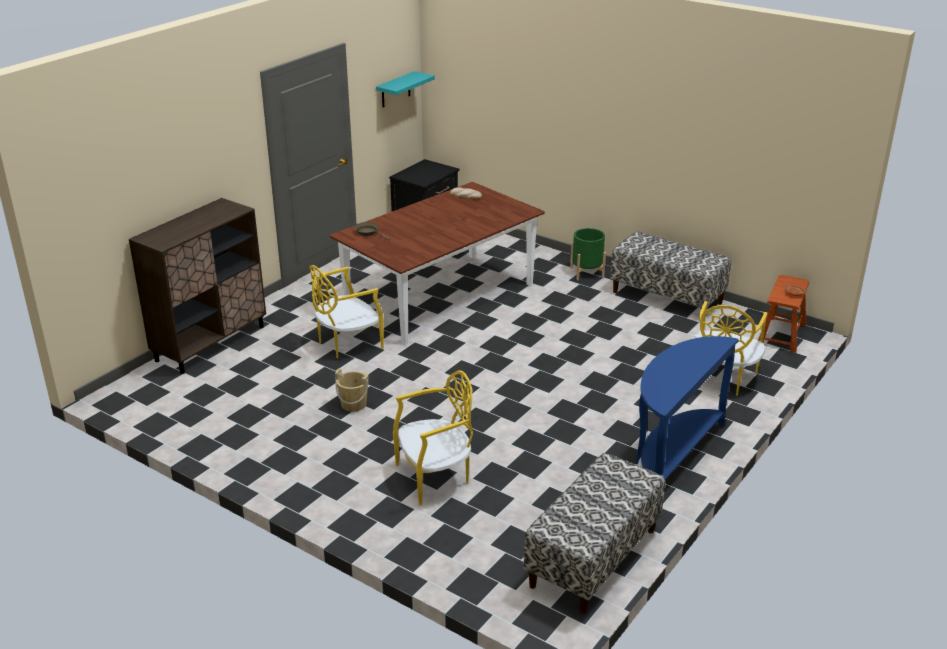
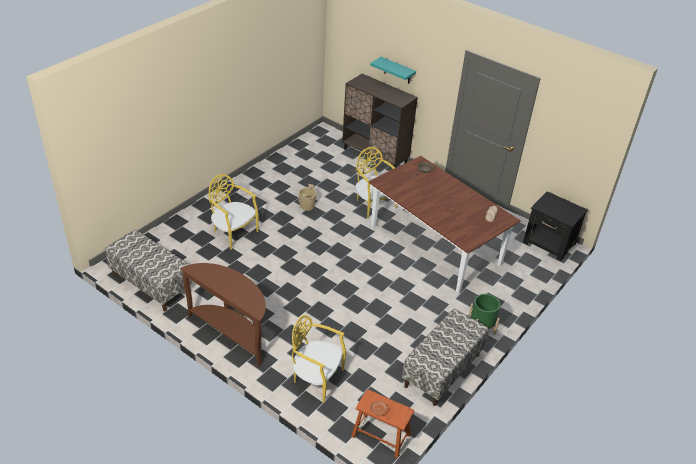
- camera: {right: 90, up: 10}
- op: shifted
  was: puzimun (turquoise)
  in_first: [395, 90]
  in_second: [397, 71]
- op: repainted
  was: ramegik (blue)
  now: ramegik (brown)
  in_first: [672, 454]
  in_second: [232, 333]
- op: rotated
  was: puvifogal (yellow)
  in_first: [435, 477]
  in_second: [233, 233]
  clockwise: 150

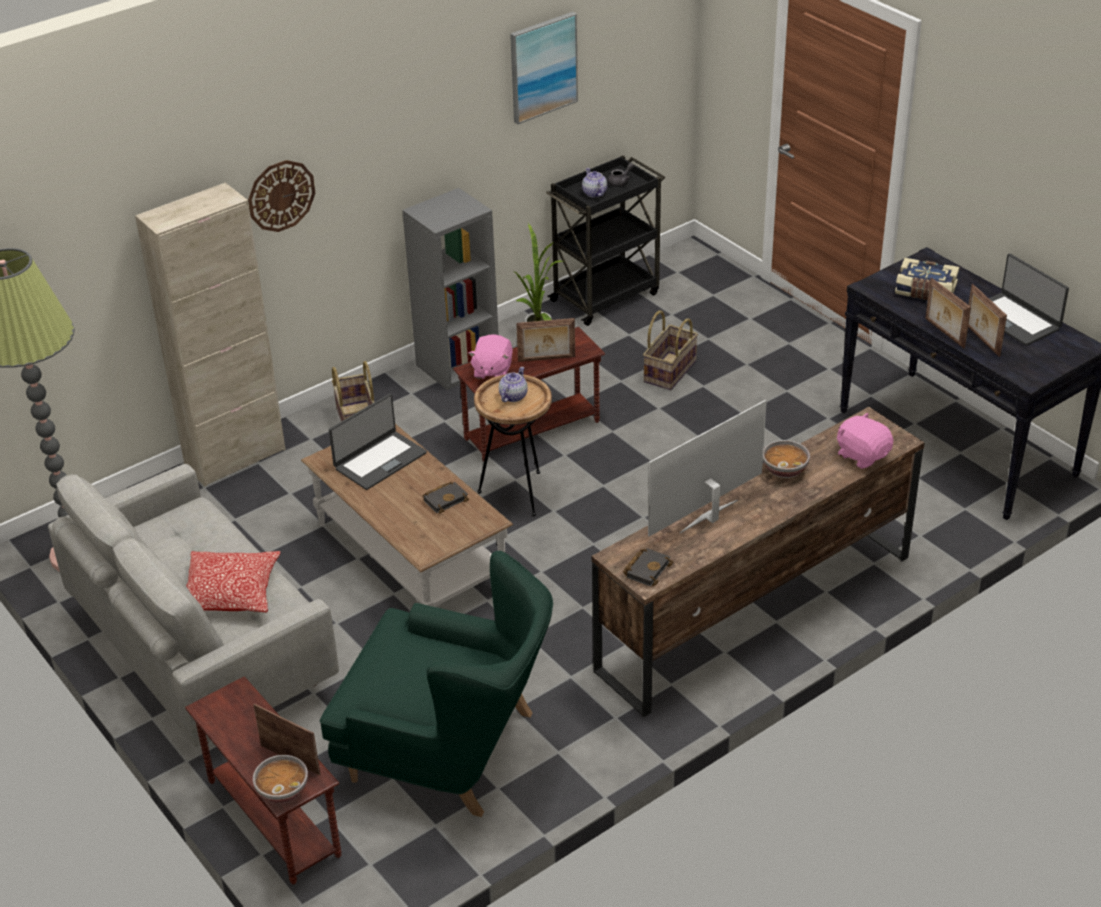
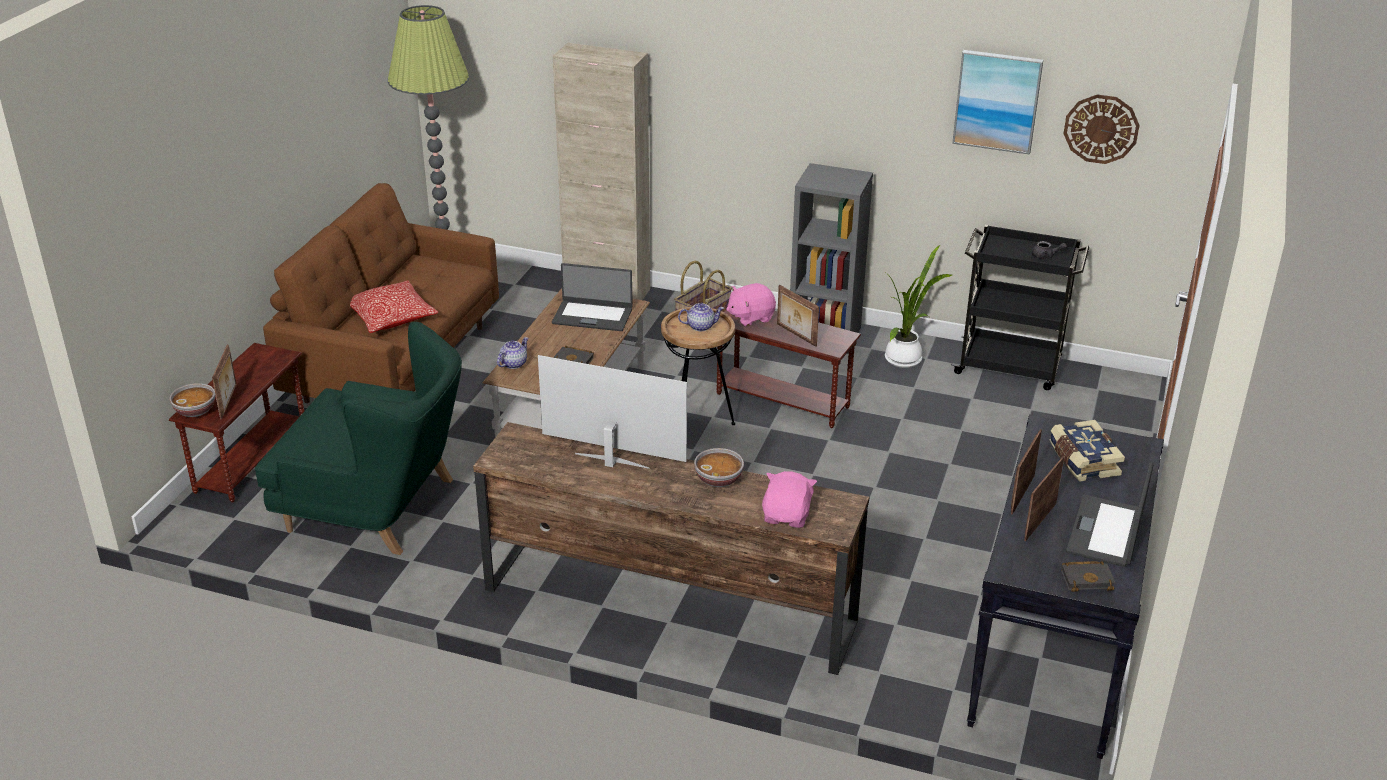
- camera: {right: 55, up: -5}
- op: gone
  was: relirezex
  in_first: [669, 371]
- op: shifted
  was: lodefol
  in_first: [281, 195]
  in_second: [1101, 128]
- op: shifted
  was: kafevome
  in_first: [594, 193]
  in_second: [513, 363]
- op: shifted
  was: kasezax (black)
  in_first: [647, 569]
  in_second: [1087, 579]
- op: repainted
  was: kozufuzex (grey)
  now: kozufuzex (brown)
  in_first: [202, 649]
  in_second: [395, 362]
- op: rotated
  was: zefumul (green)
  in_first: [448, 748]
  in_second: [376, 506]
  clockwise: -60

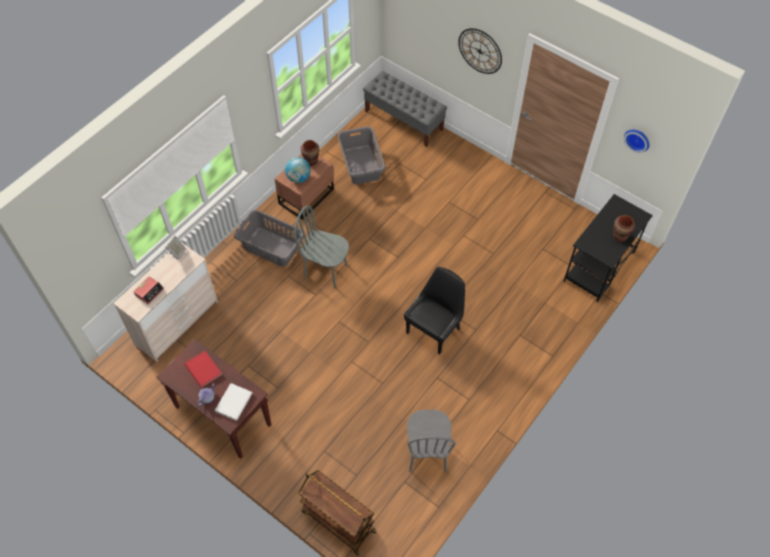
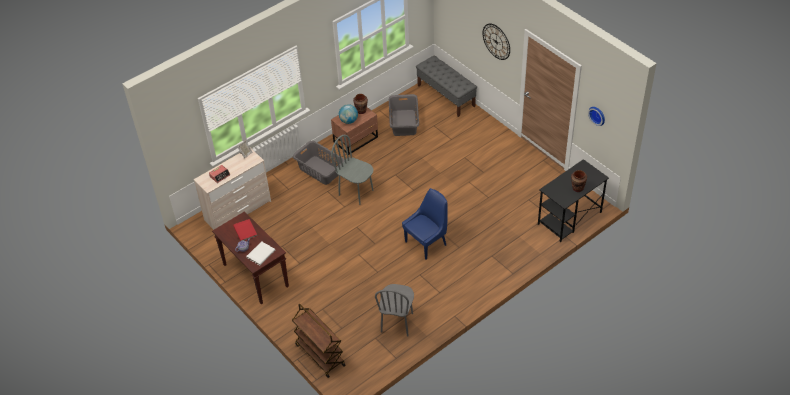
- camera: {right: 15, up: -10}
- op: repainted
  was: puvifogal (black)
  now: puvifogal (blue)
  in_first: [434, 329]
  in_second: [427, 242]

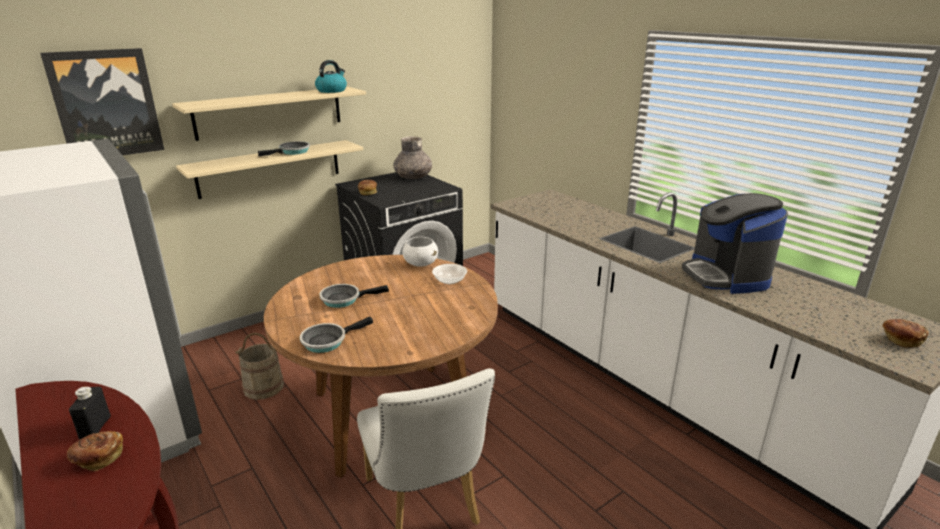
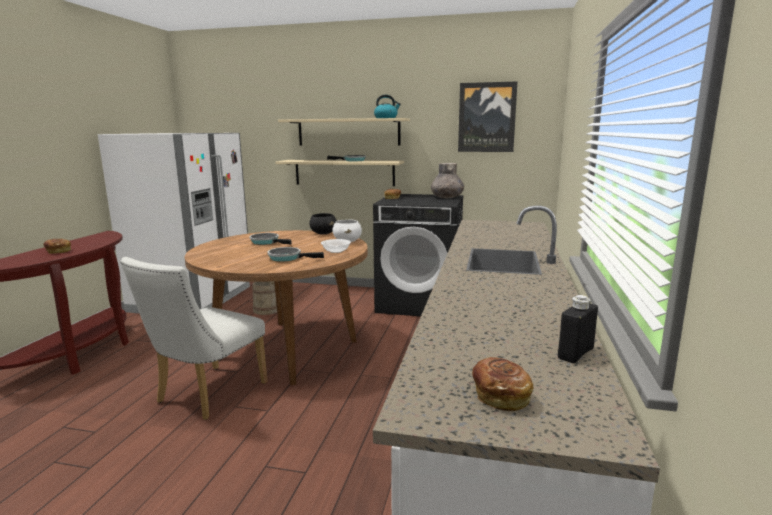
- camera: {right: 50, up: -10}
- op: gone
  was: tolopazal
  in_first: [725, 276]
- op: new
  now: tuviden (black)
  in_second: [323, 233]
- op: shifted
  was: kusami
  in_first: [106, 104]
  in_second: [486, 117]
- op: shifted
  was: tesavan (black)
  in_first: [95, 428]
  in_second: [575, 353]
- op: shifted
  was: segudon
  in_first: [327, 341]
  in_second: [287, 258]

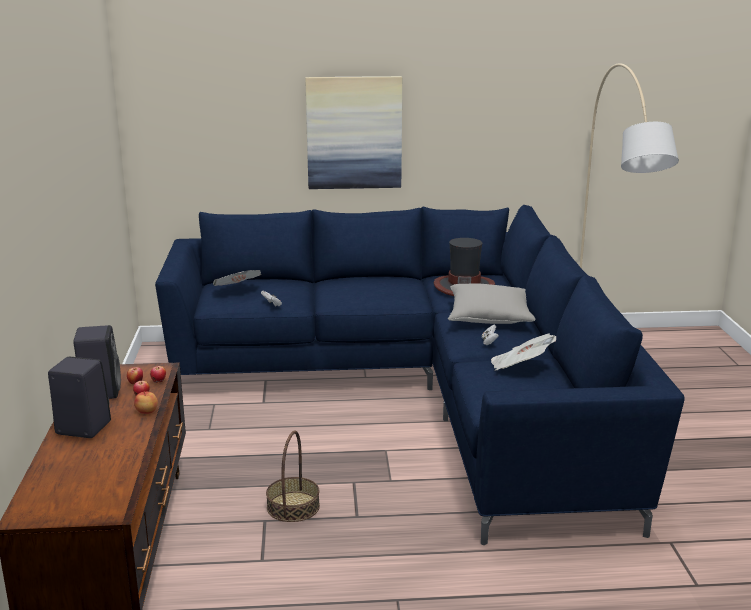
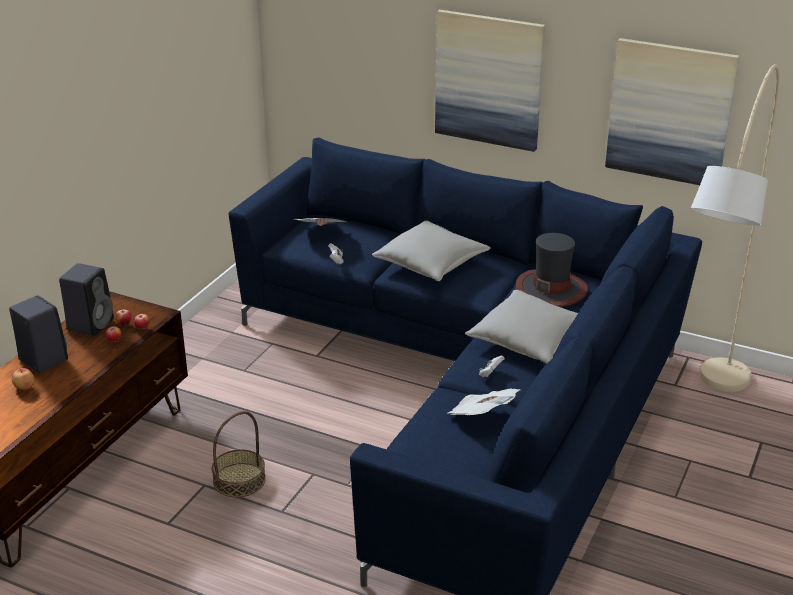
- camera: {right: 30, up: 10}
- op: new
  now: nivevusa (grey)
  in_second: [431, 264]
- op: new
  now: kusami
  in_second: [670, 112]
- op: shifted
  was: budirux
  in_first: [147, 411]
  in_second: [24, 387]

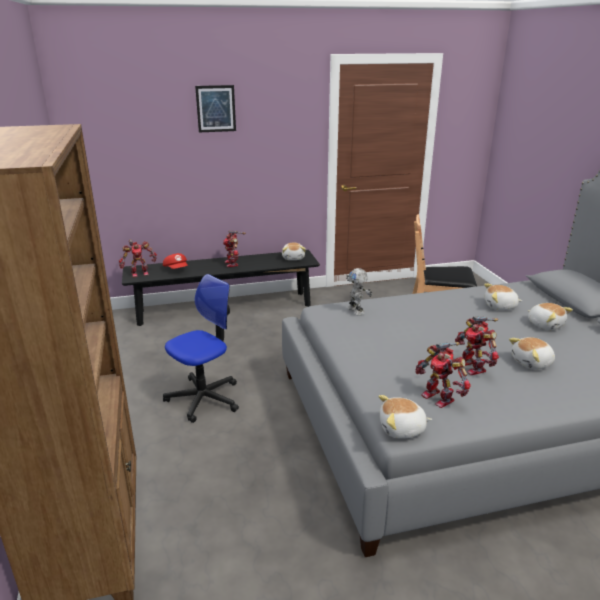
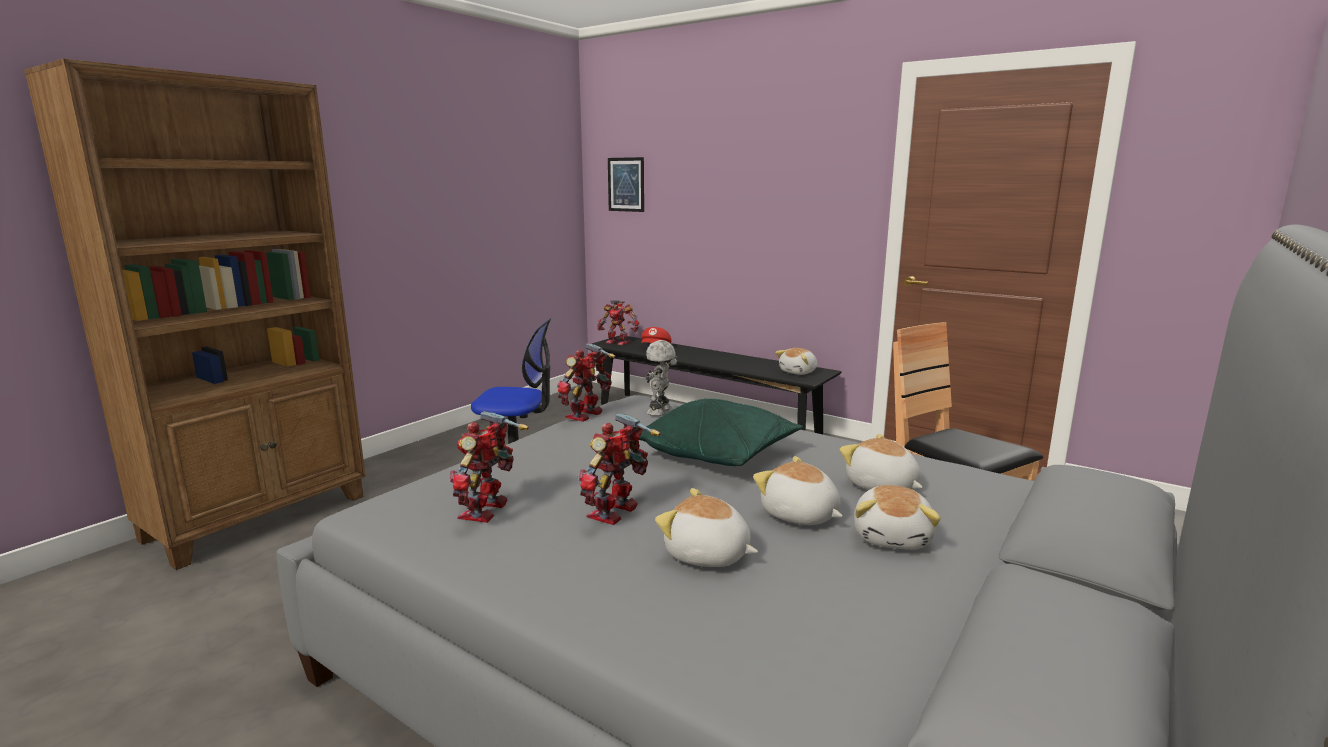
- camera: {right: 50, up: -10}
- op: new
  now: nivevusa (green)
  in_second: [719, 454]
- op: shifted
  was: kusami
  in_first: [216, 108]
  in_second: [626, 184]
- op: shifted
  was: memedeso
  in_first: [232, 263]
  in_second: [586, 415]
- op: shifted
  was: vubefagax
  in_first: [402, 429]
  in_second: [799, 515]

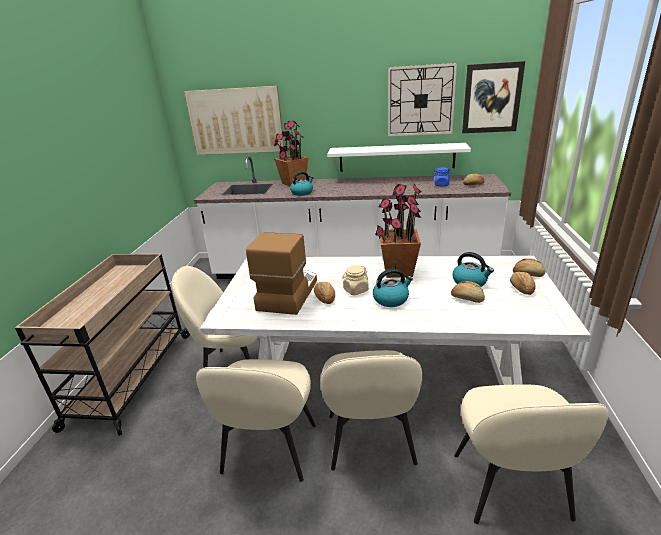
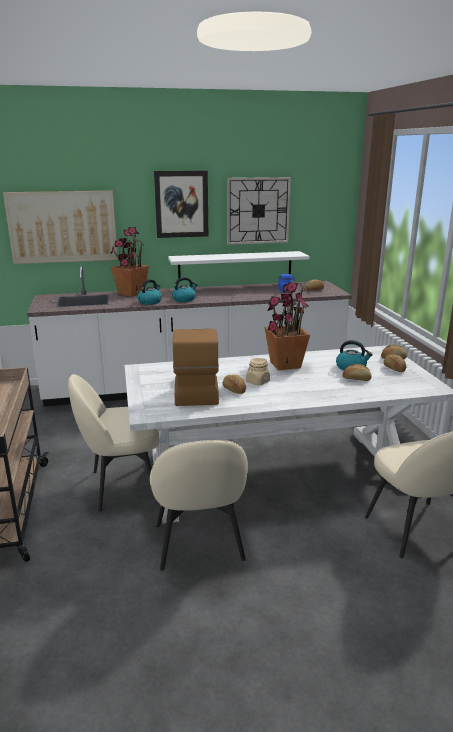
- camera: {right: -20, up: -5}
- op: gone
  was: puvifogal (beige)
  in_first: [370, 441]
- op: shifted
  was: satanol
  in_first: [391, 299]
  in_second: [184, 299]
- op: shifted
  was: kusami
  in_first: [491, 98]
  in_second: [181, 204]

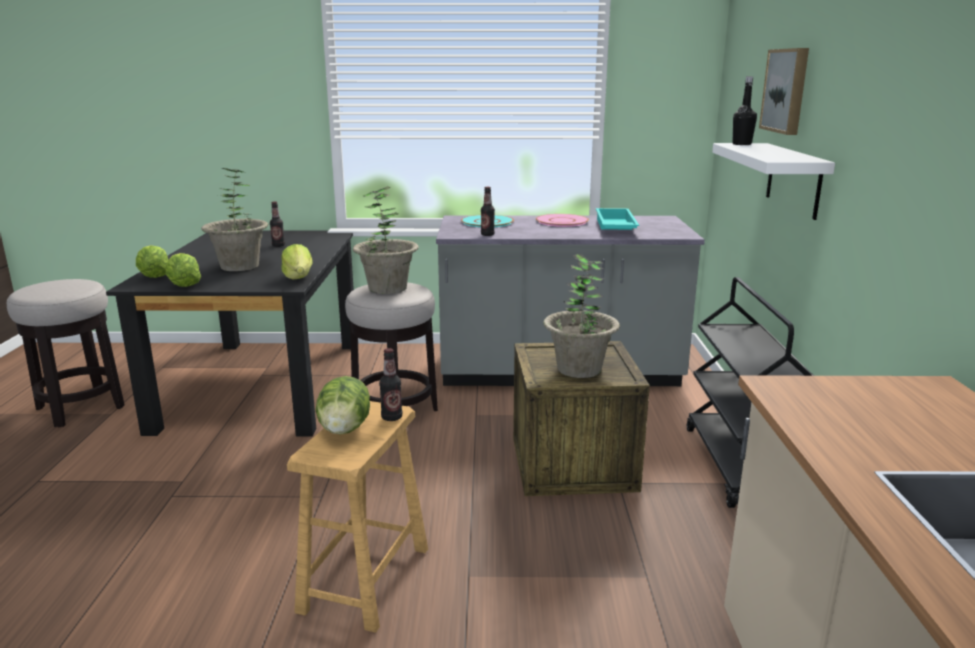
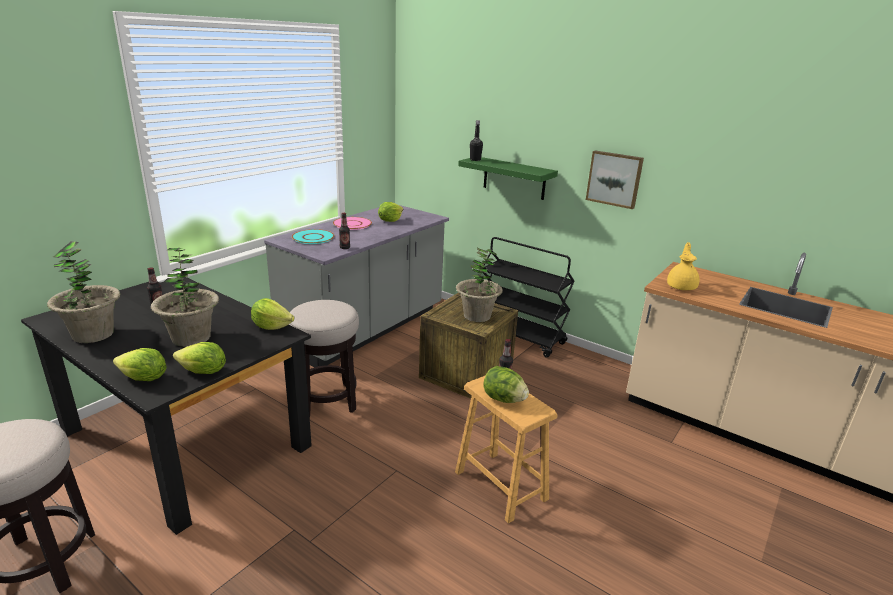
- camera: {right: -55, up: 5}
- op: new
  now: kafevome (yellow)
  in_second: [681, 286]
- op: shifted
  was: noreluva
  in_first: [387, 288]
  in_second: [93, 334]
- op: shifted
  was: kusami
  in_first: [787, 90]
  in_second: [614, 179]
- op: swapped
  was: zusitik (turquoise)
  now: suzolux
  in_first: [614, 227]
  in_second: [390, 221]
- op: repainted
  was: puzimun (white)
  now: puzimun (green)
  in_first: [793, 179]
  in_second: [514, 178]

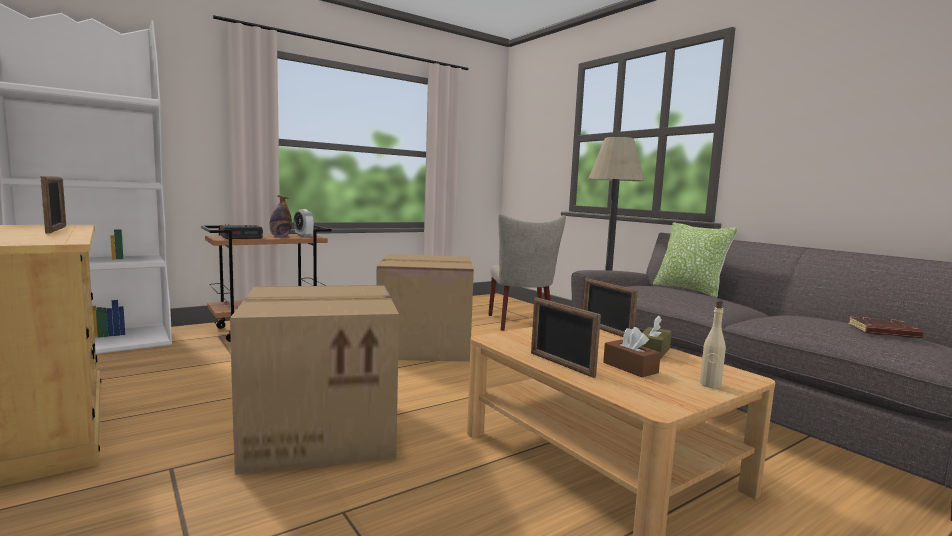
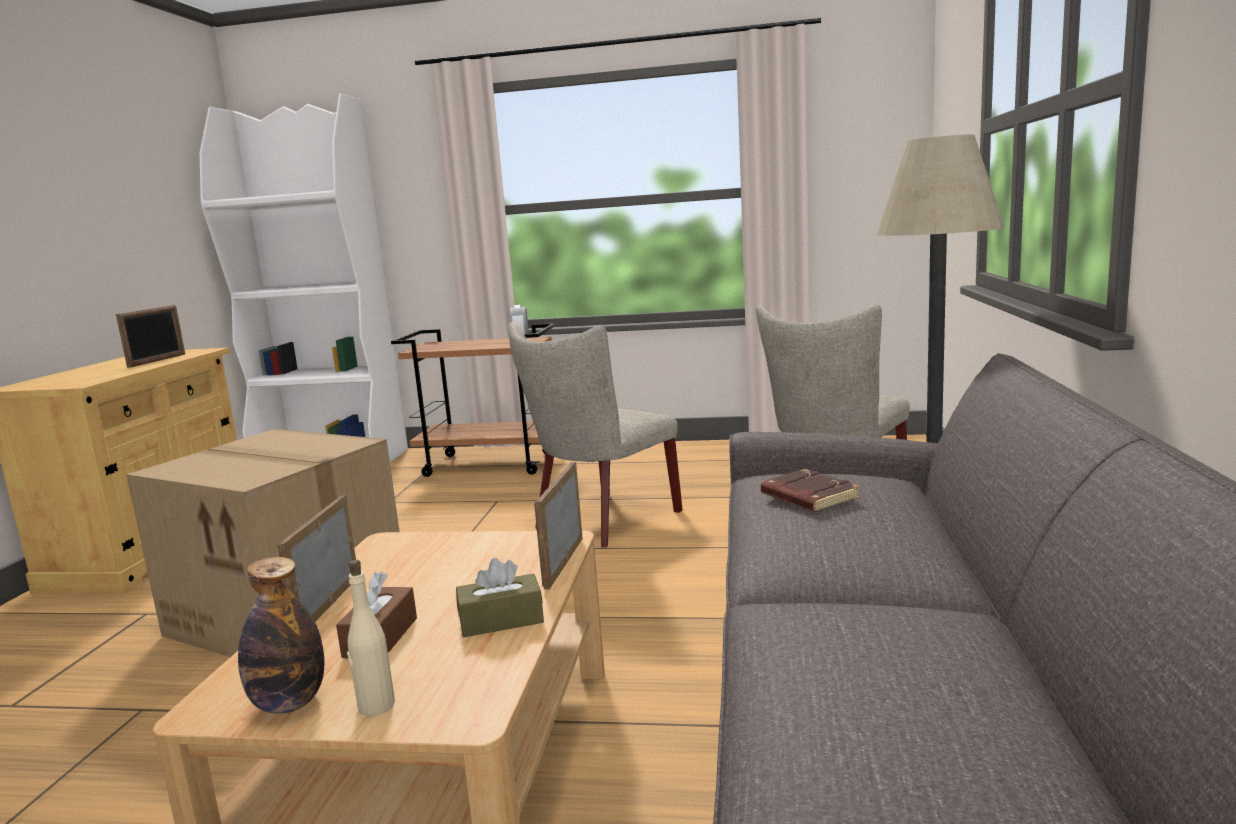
- camera: {right: 45, up: 5}
- op: gone
  was: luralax
  in_first: [241, 237]
- op: gone
  was: nivevusa
  in_first: [689, 290]
- op: shifted
  was: tesavan
  in_first: [280, 236]
  in_second: [289, 703]
- op: shifted
  was: kasezax (brown)
  in_first: [883, 332]
  in_second: [807, 498]
- op: swapped
  was: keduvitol
  now: puvifogal (beige)
  in_first: [423, 346]
  in_second: [601, 522]

